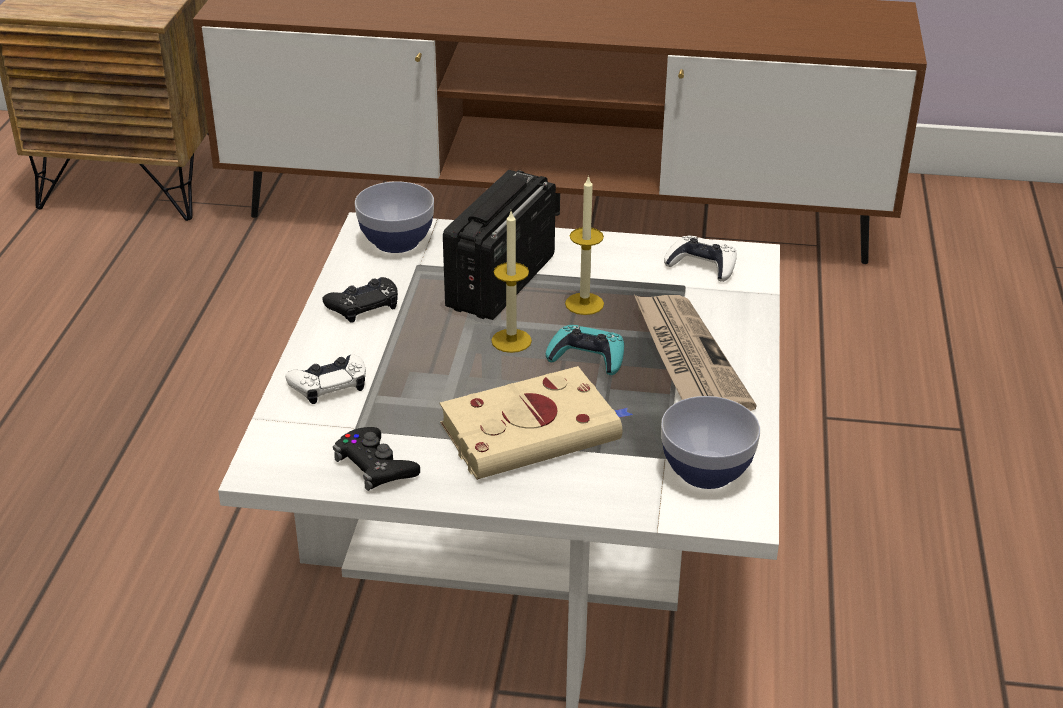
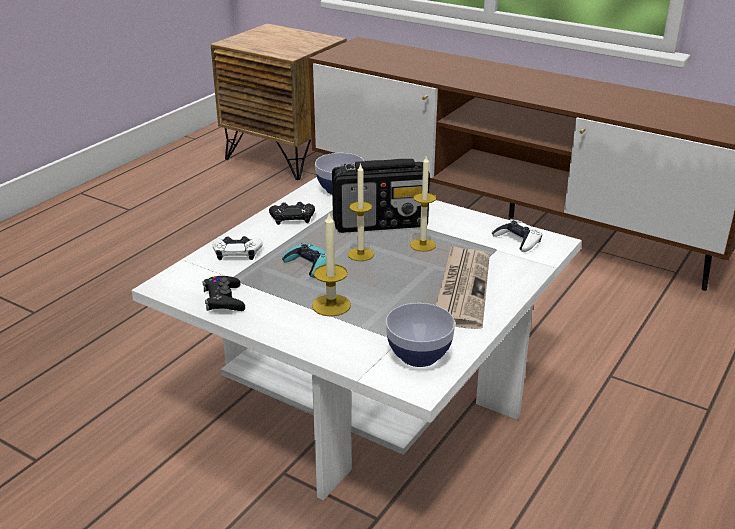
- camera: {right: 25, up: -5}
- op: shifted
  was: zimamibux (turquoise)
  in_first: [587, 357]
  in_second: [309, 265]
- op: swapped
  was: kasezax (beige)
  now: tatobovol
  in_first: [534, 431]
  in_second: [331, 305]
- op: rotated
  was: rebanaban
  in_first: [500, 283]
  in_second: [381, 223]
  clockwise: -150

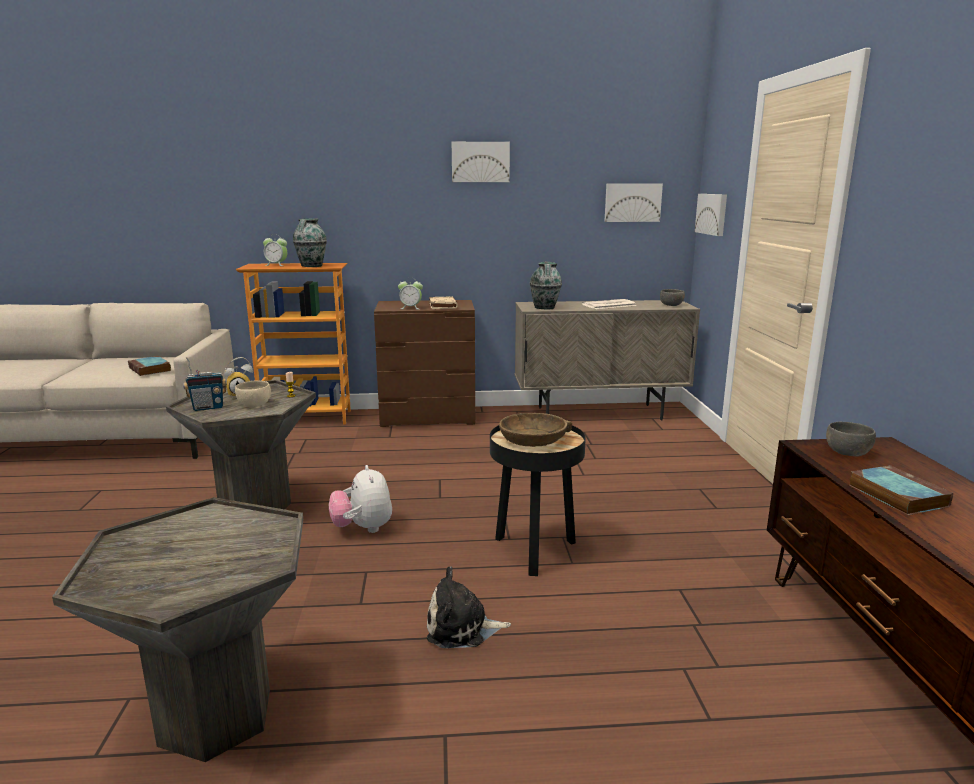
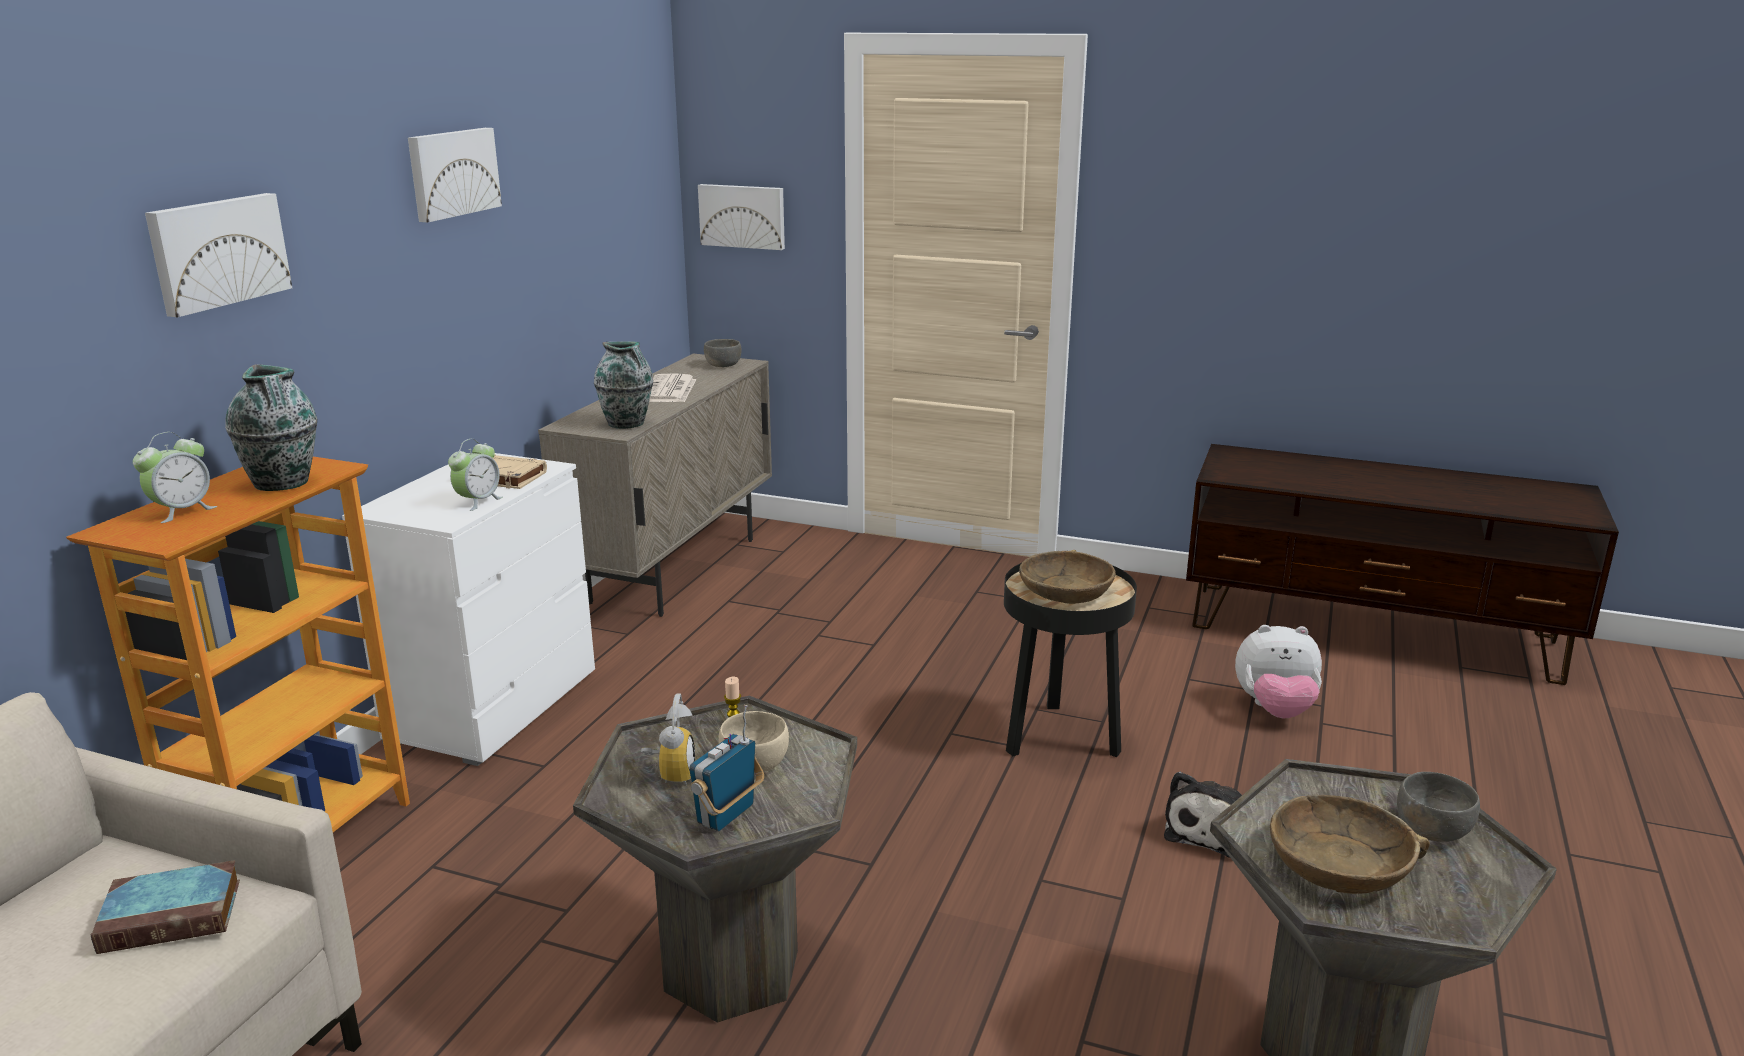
- camera: {right: -65, up: 5}
- op: gone
  was: kasezax
  in_first: [895, 495]
- op: new
  now: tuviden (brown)
  in_second: [1340, 863]
- op: shifted
  was: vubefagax
  in_first: [363, 528]
  in_second: [1275, 710]
- op: shifted
  was: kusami
  in_first: [632, 202]
  in_second: [217, 252]
- op: shifted
  was: tuviden (grey)
  in_first: [847, 452]
  in_second: [1432, 830]
- op: repainted
  was: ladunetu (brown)
  now: ladunetu (white)
  in_first: [428, 417]
  in_second: [494, 706]
- op: rotated
  was: rebanaban
  in_first: [208, 408]
  in_second: [727, 815]
  clockwise: -150

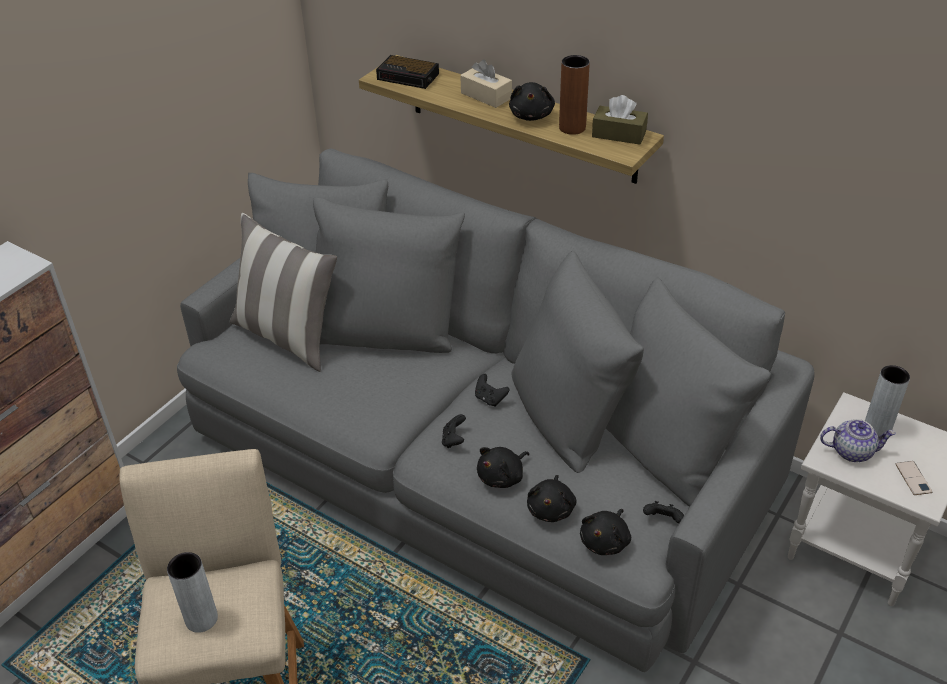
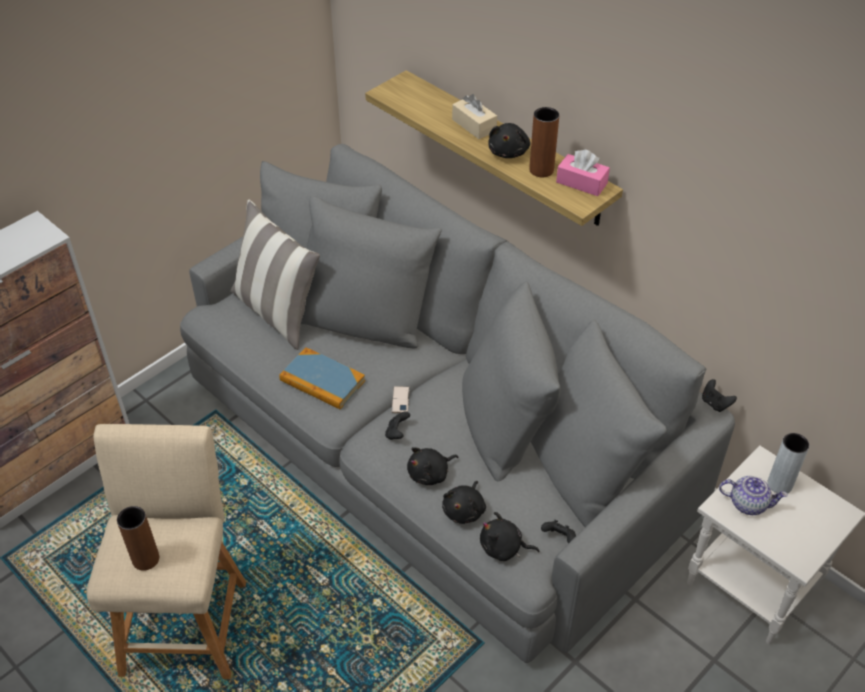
- camera: {right: 10, up: 5}
- op: gone
  was: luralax
  in_first: [409, 77]
- op: new
  now: kasezax
  in_second: [322, 381]
- op: shifted
  was: zimamibux (black)
  in_first: [490, 399]
  in_second: [715, 403]
- op: shifted
  was: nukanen
  in_first: [913, 478]
  in_second: [400, 400]
- op: repainted
  was: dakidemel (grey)
  now: dakidemel (brown)
  in_first: [201, 619]
  in_second: [146, 559]
- op: repainted
  was: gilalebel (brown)
  now: gilalebel (pink)
  in_first: [619, 134]
  in_second: [581, 183]
- op: rotated
  was: vubefagax (black)
  in_first: [606, 541]
  in_second: [504, 548]
  clockwise: 60

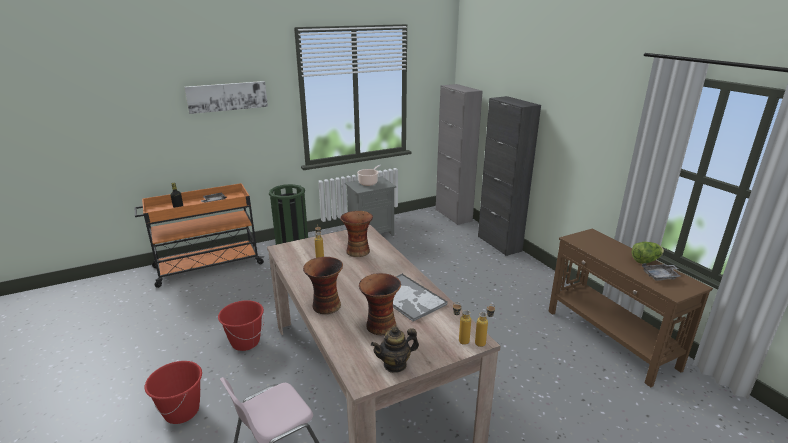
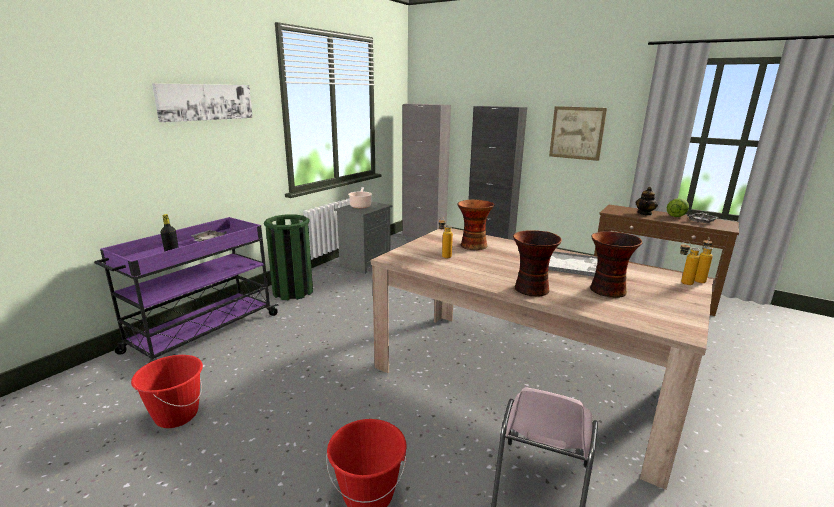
- camera: {right: -30, up: -5}
- op: new
  now: kusami
  in_second: [577, 133]
- op: shifted
  was: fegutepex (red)
  in_first: [245, 342]
  in_second: [176, 415]
- op: shifted
  was: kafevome
  in_first: [395, 364]
  in_second: [644, 213]
- op: repainted
  was: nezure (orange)
  now: nezure (purple)
  in_first: [207, 266]
  in_second: [202, 333]

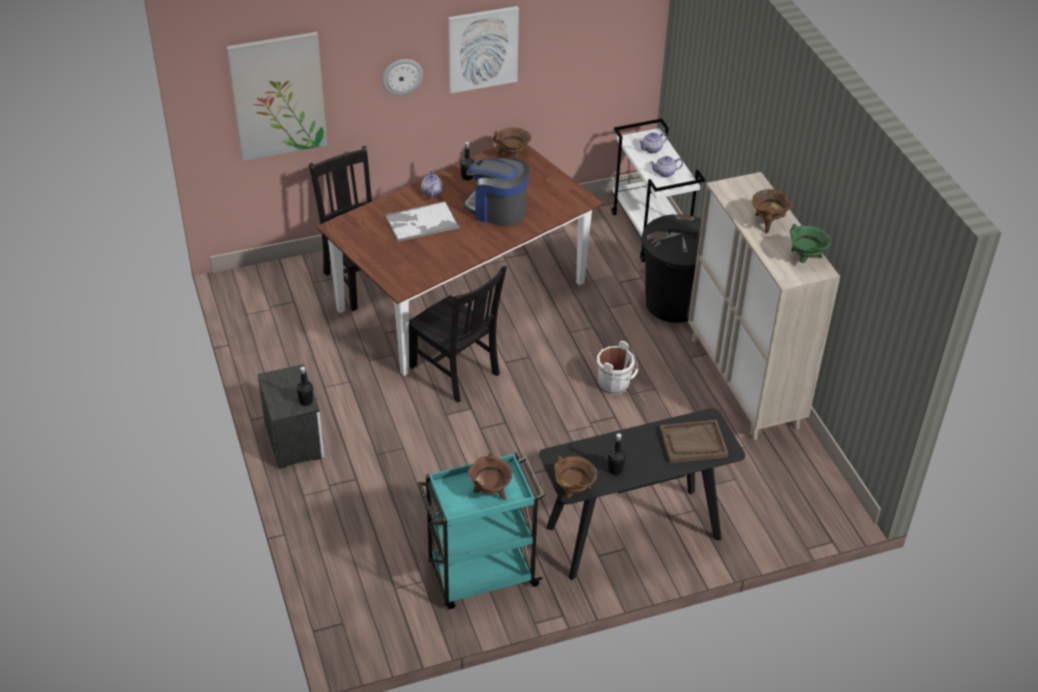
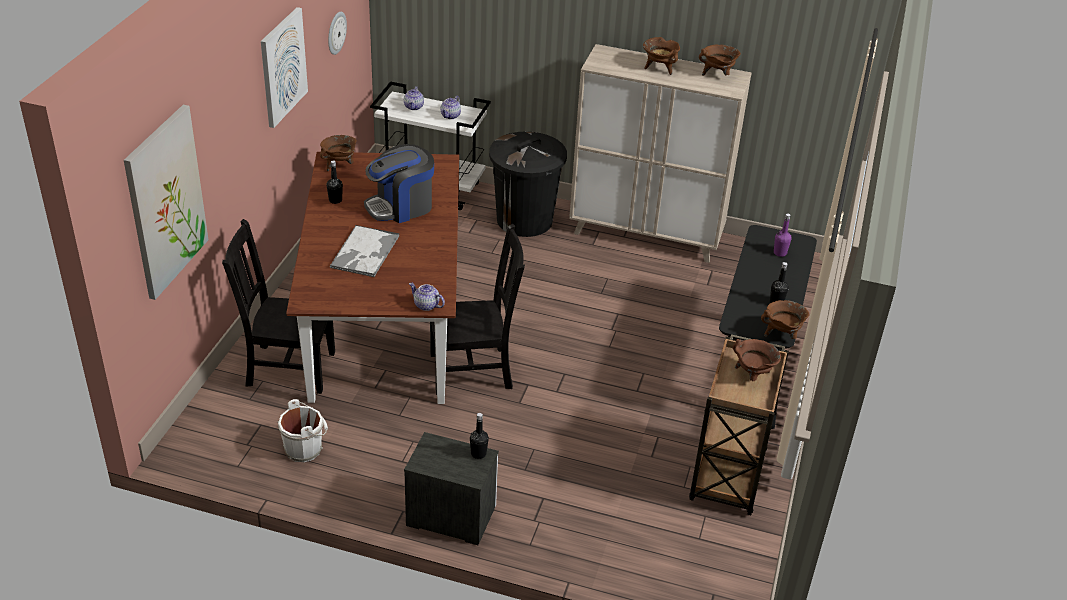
- camera: {right: -55, up: -5}
- op: shifted
  was: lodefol
  in_first: [402, 76]
  in_second: [336, 32]
- op: shifted
  was: kafevome
  in_first: [431, 192]
  in_second: [426, 305]
- op: shifted
  was: fegutepex (white)
  in_first: [615, 384]
  in_second: [305, 448]
- op: swapped
  was: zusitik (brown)
  now: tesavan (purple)
  in_first: [693, 443]
  in_second: [780, 253]
- op: repainted
  was: nezure (turquoise)
  now: nezure (brown)
  in_first: [481, 575]
  in_second: [727, 477]
- op: repainted
  was: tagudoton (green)
  now: tagudoton (brown)
  in_first: [805, 258]
  in_second: [717, 75]

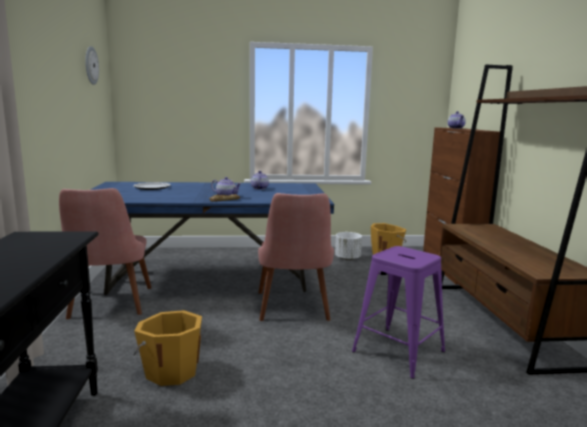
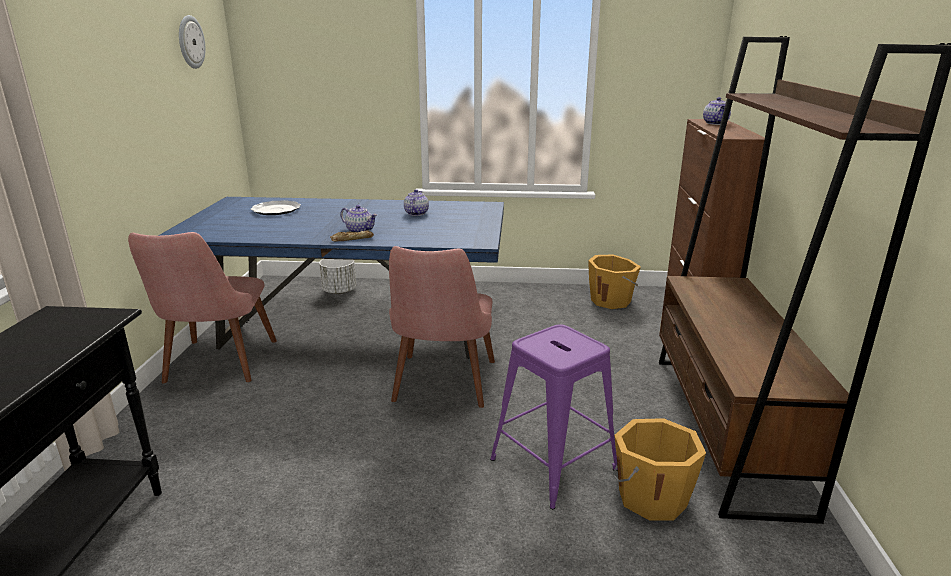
- camera: {right: 10, up: 10}
- op: shifted
  was: fegutepex (orange)
  in_first: [171, 371]
  in_second: [650, 497]
- op: shifted
  was: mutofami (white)
  in_first: [347, 258]
  in_second: [340, 291]

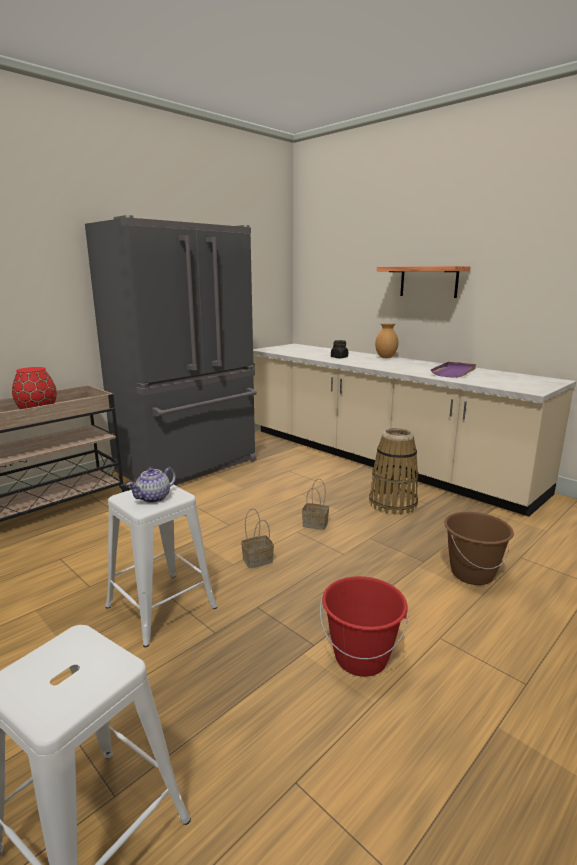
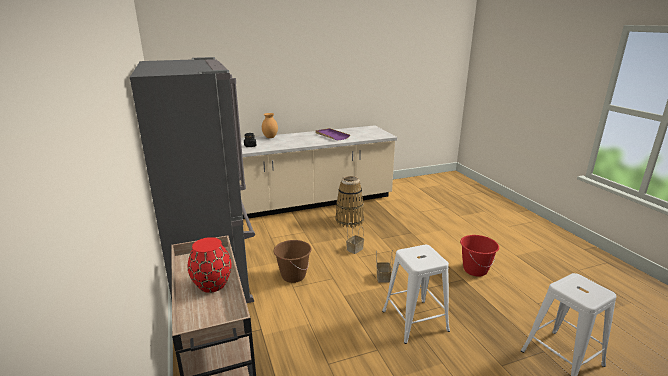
- camera: {right: -65, up: 5}
- op: gone
  was: kafevome
  in_first: [153, 498]
- op: gone
  was: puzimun
  in_first: [428, 281]
- op: shifted
  was: fegutepex (brown)
  in_first: [472, 573]
  in_second: [293, 276]

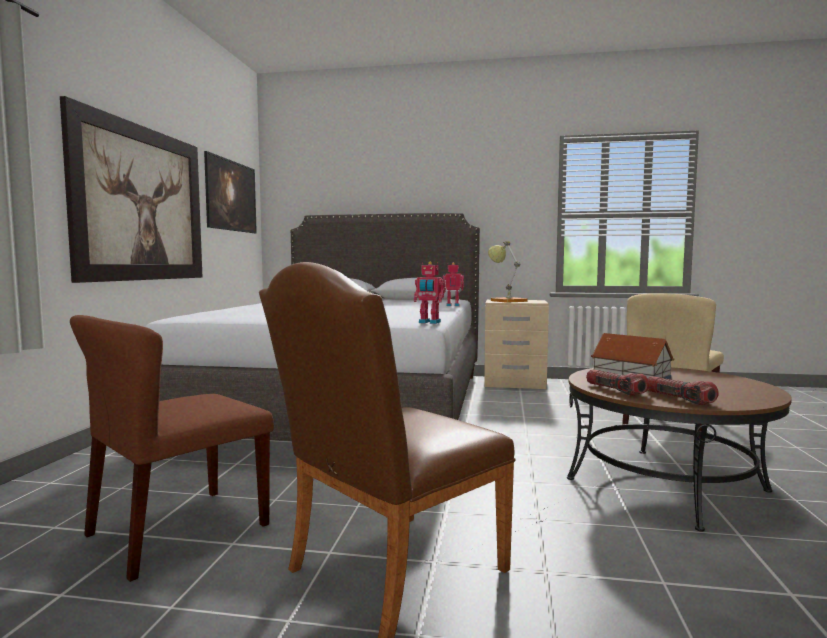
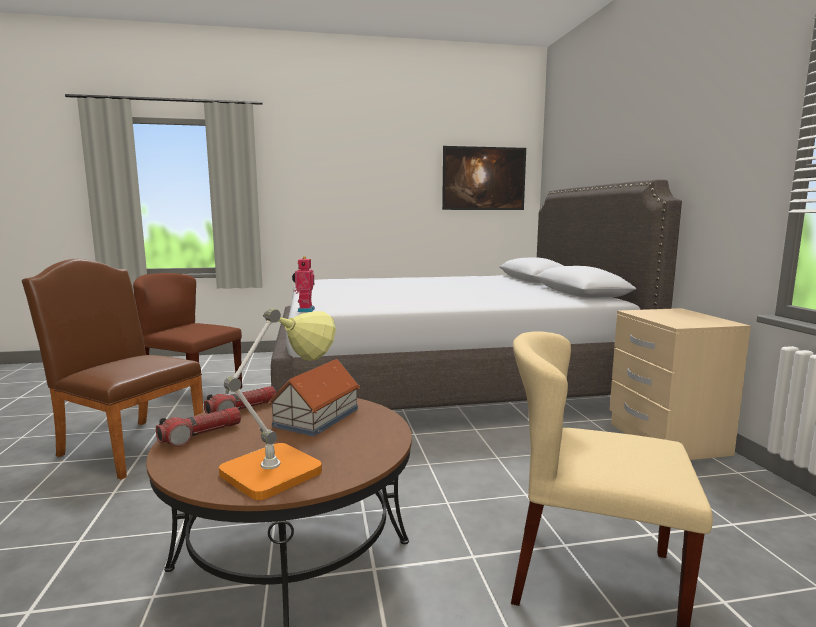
- camera: {right: 70, up: 5}
- op: gone
  was: kusami
  in_first: [142, 204]
- op: gone
  was: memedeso
  in_first: [453, 305]
- op: shifted
  was: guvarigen
  in_first: [505, 300]
  in_second: [282, 467]

